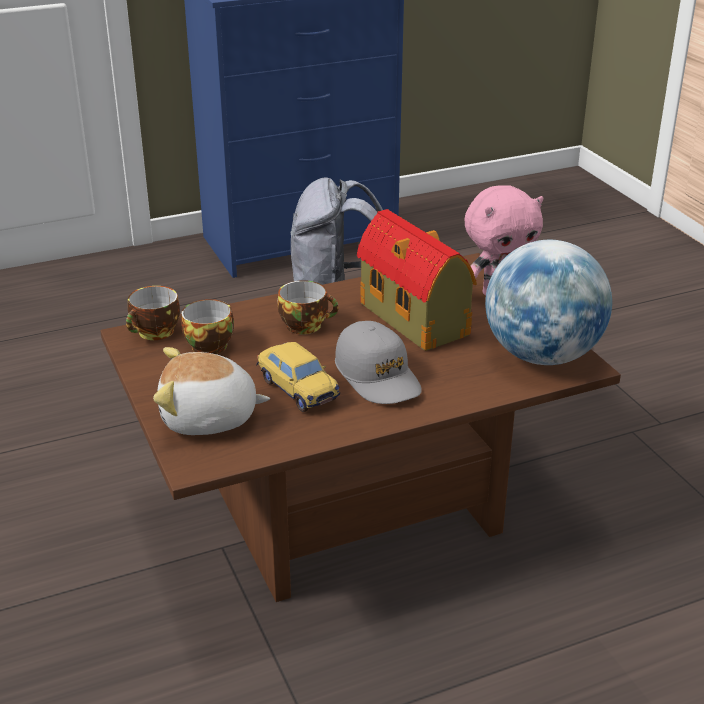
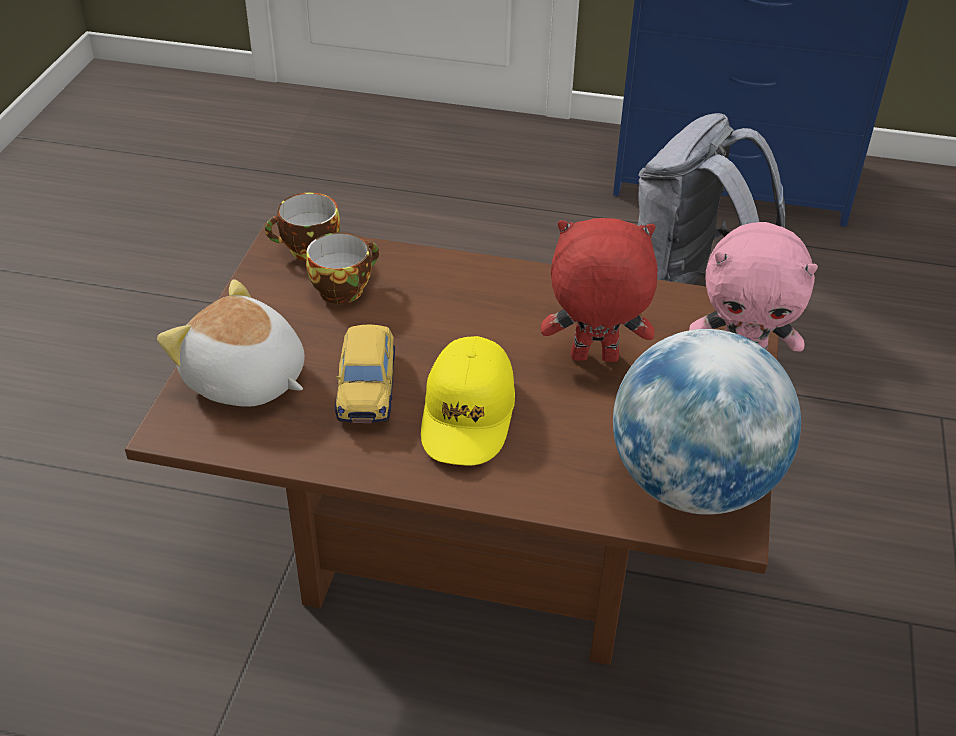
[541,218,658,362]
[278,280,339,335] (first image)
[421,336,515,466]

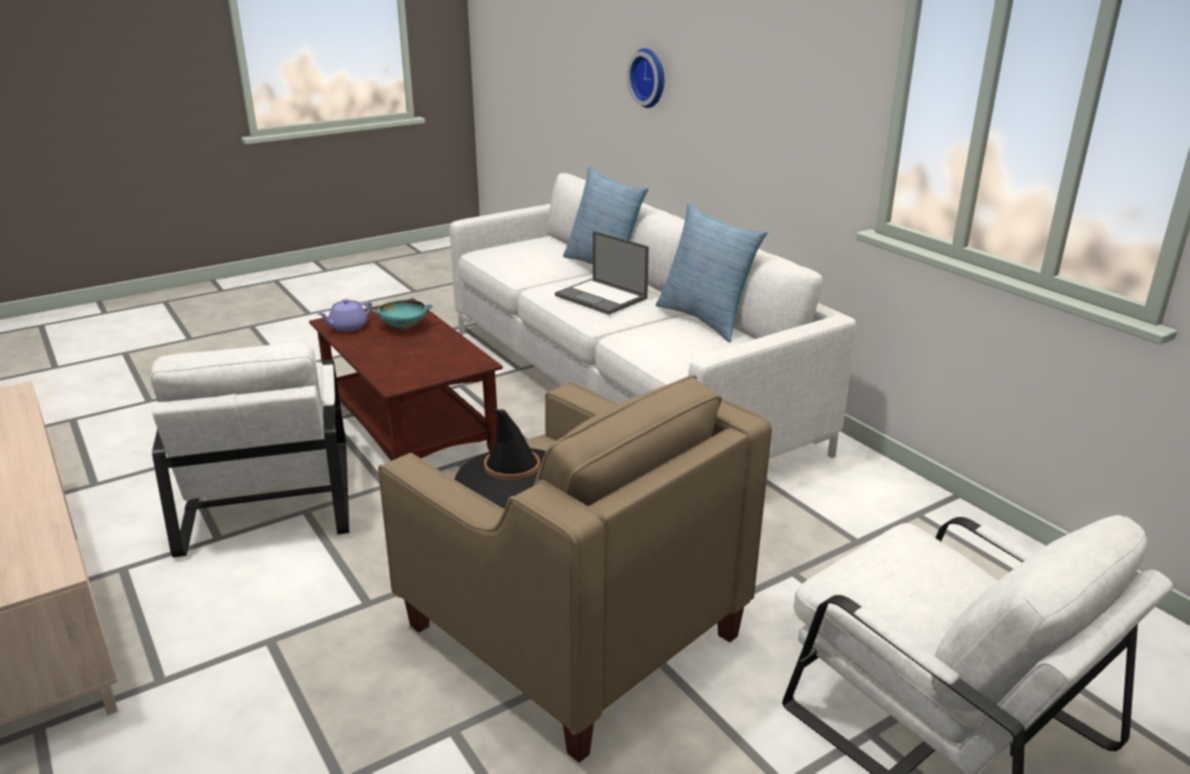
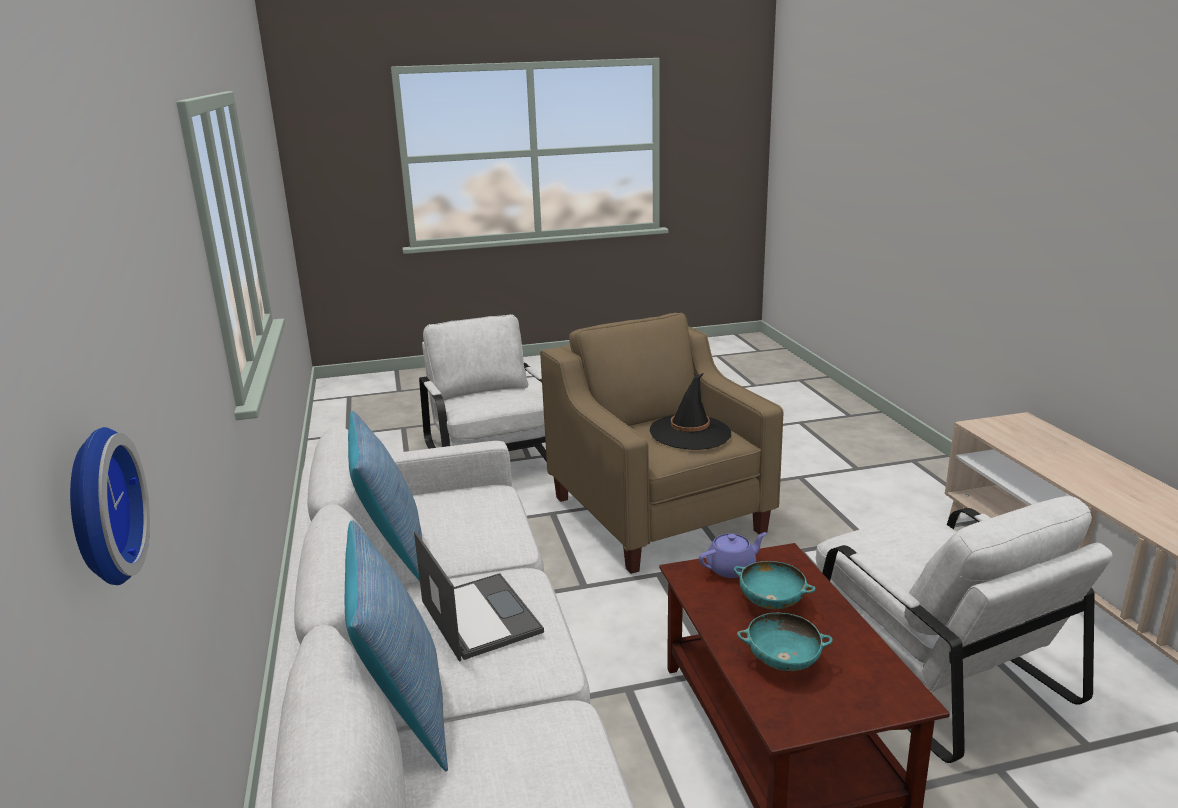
[699,532,767,578]
[816,496,1113,763]
[733,561,816,609]

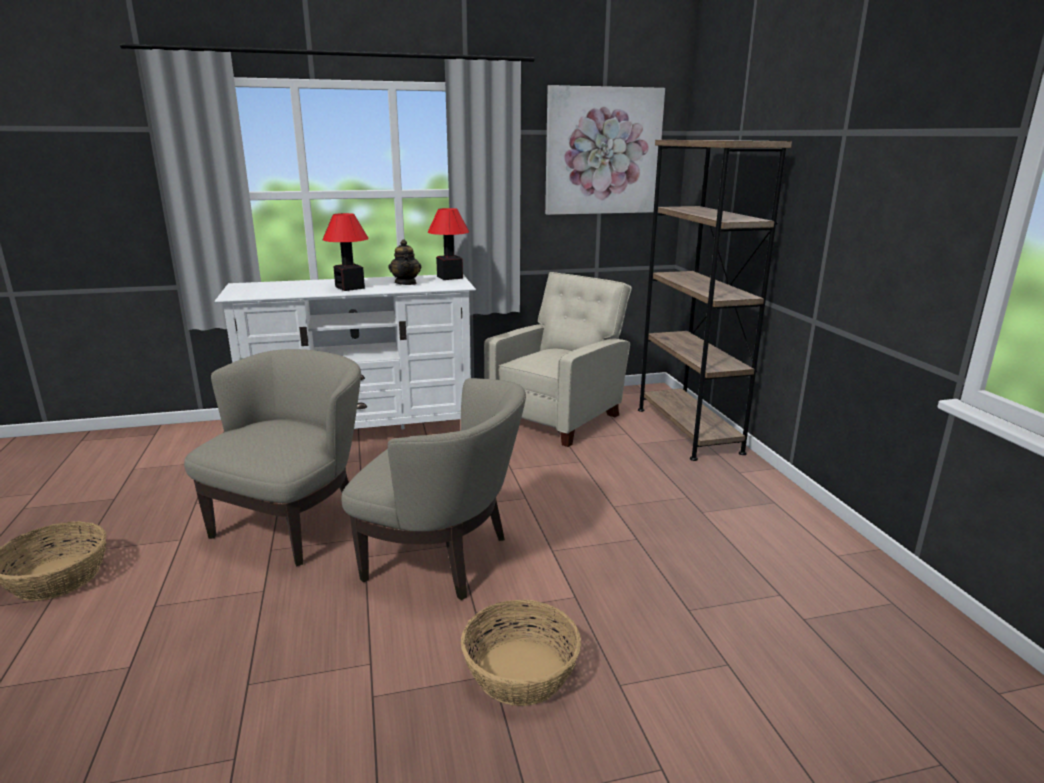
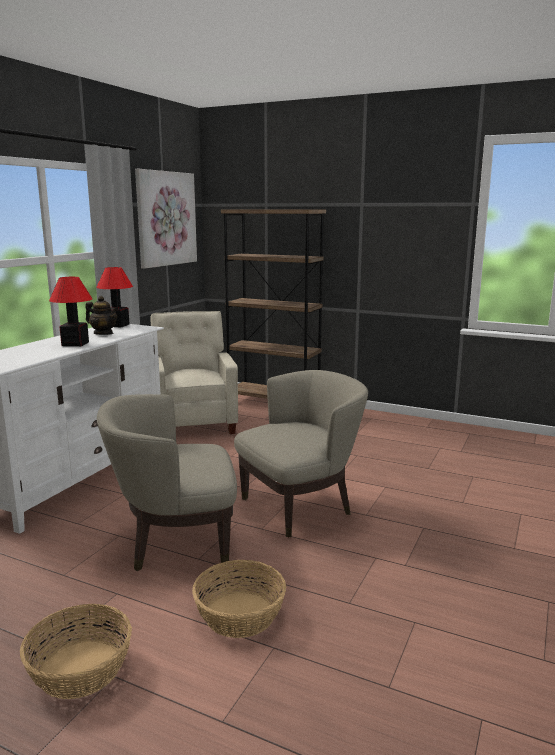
[97,394,237,571]
[192,560,286,638]

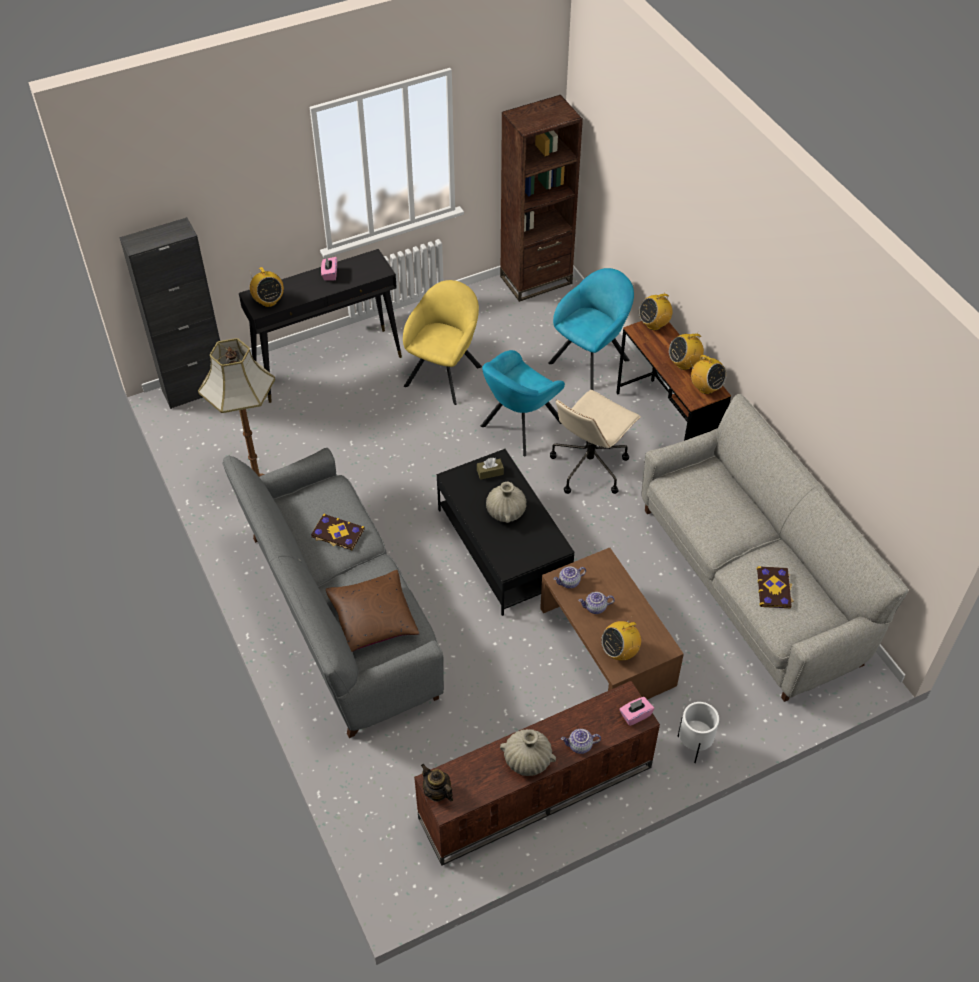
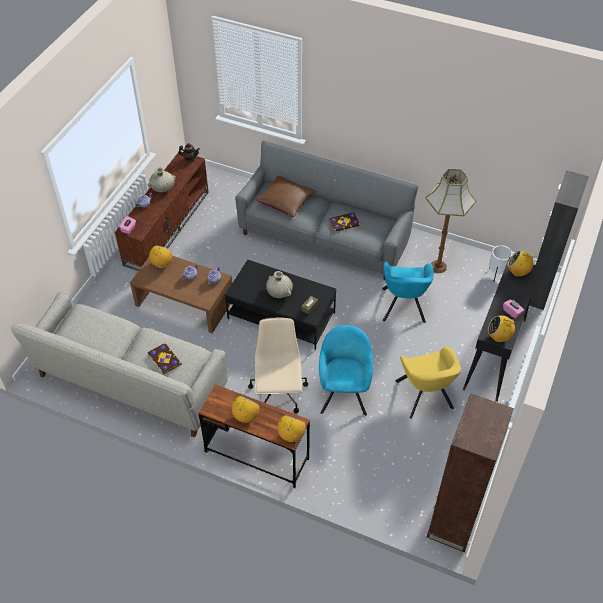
[382,262,434,323]
[488,315,515,342]
[148,343,182,374]
[489,245,513,282]

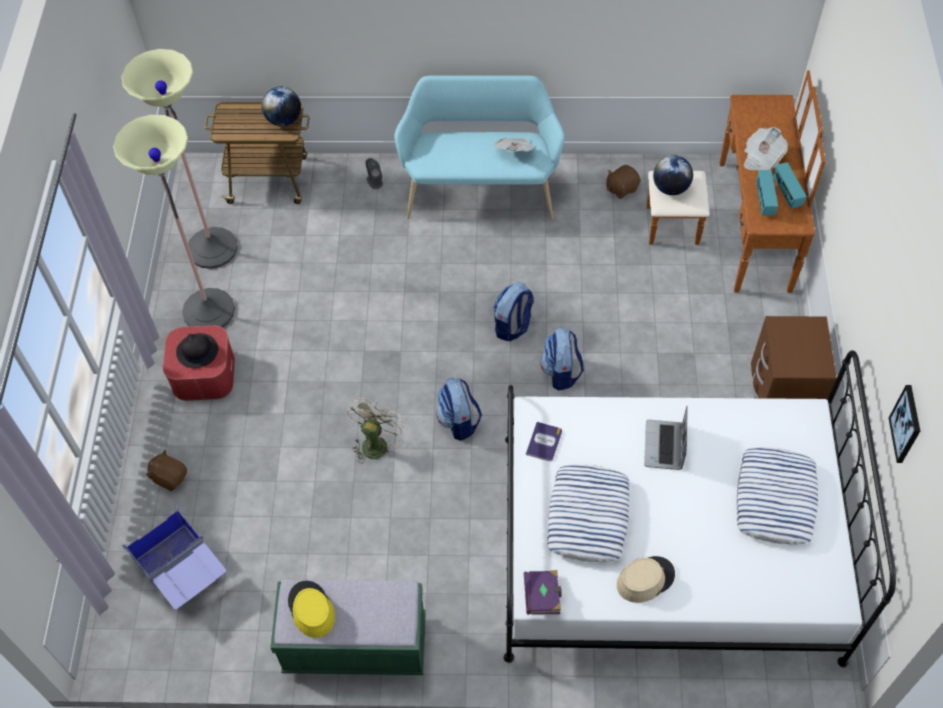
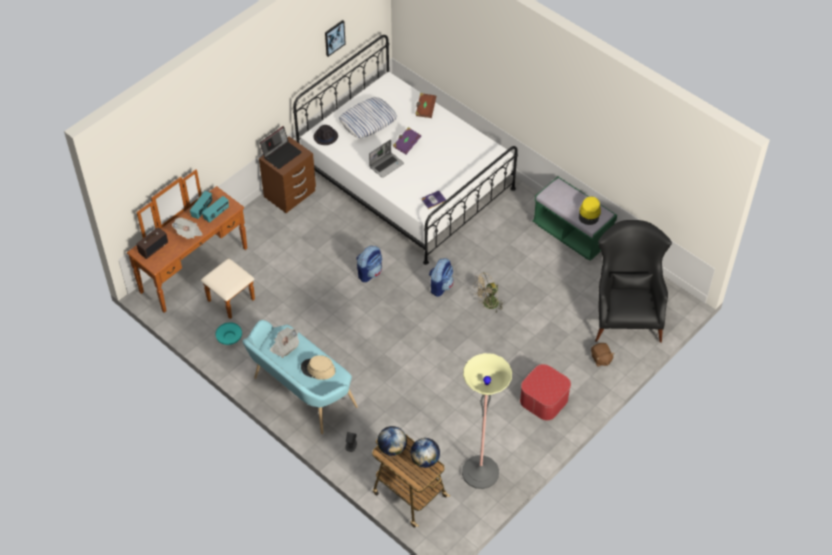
[113,115,235,328] (first image)
[410,438,440,468]
[216,322,242,345]
[493,282,534,341] (first image)
[313,125,338,145]
[547,464,629,562] (first image)
[595,220,672,343]
[301,355,335,380]
[393,127,421,154]
[415,93,436,118]
[260,126,302,169]
[136,227,168,259]

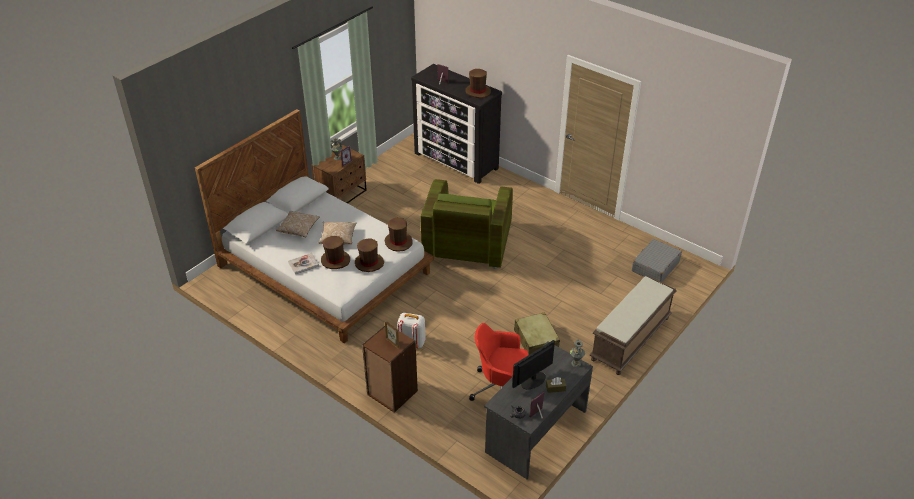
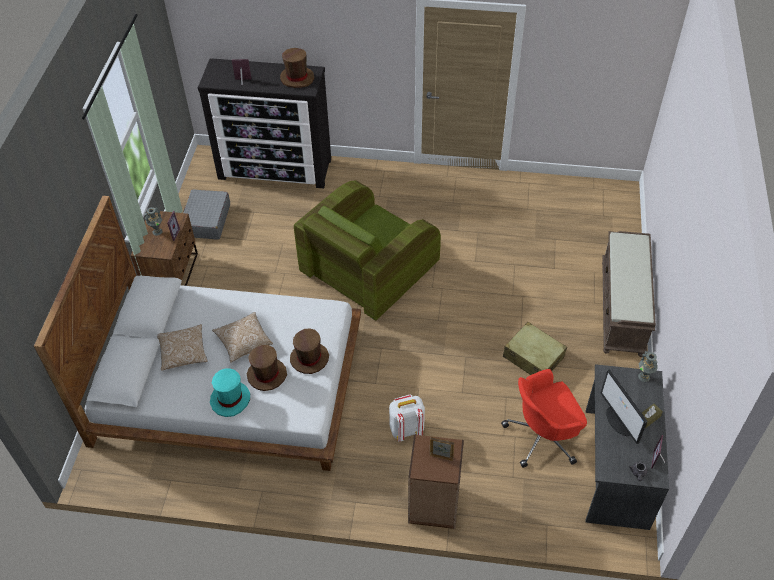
[294,180,441,321]
[385,218,413,252] (first image)
[183,189,230,240]
[210,368,250,417]
[601,369,647,444]

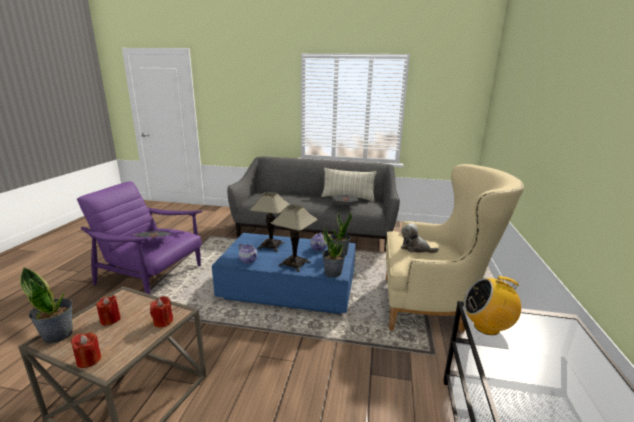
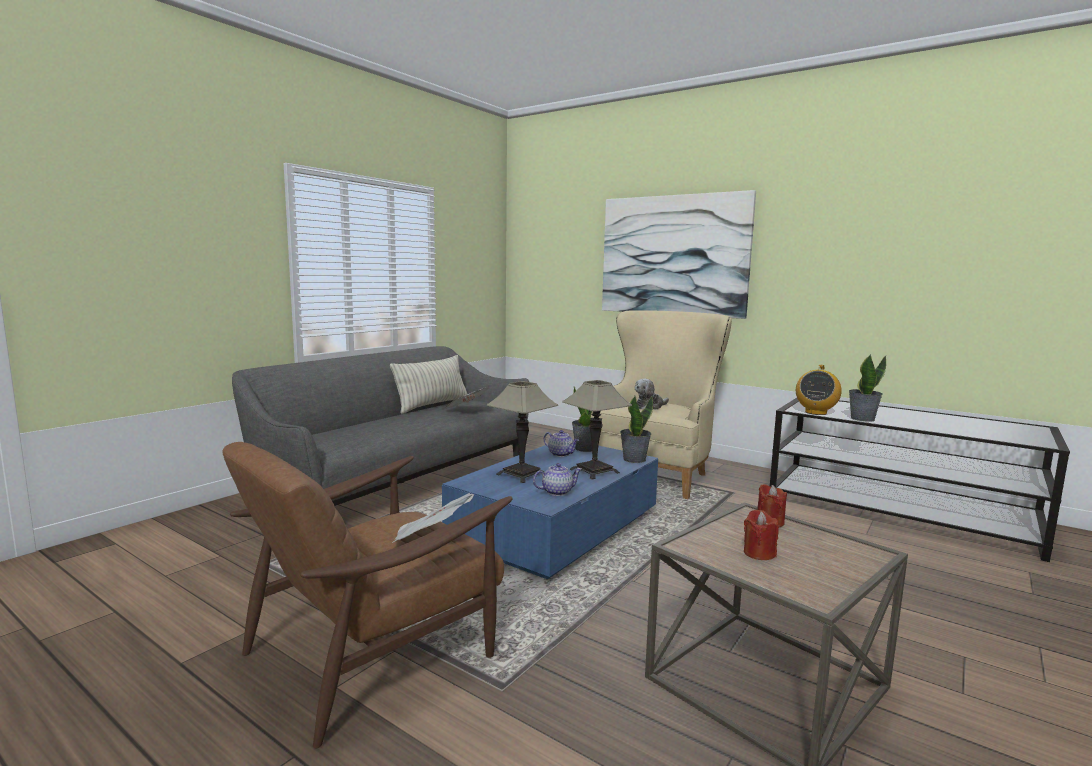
[222,442,513,748]
[849,354,886,422]
[71,332,101,368] (first image)
[602,190,756,319]

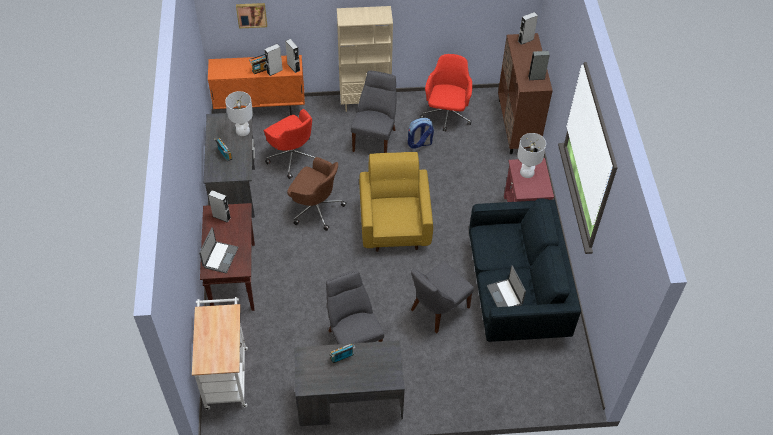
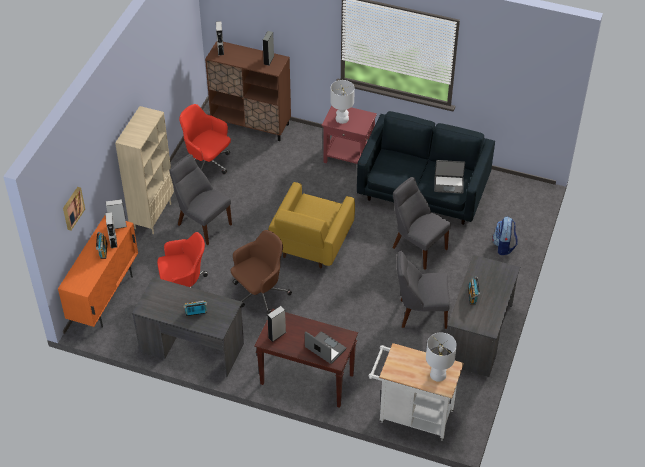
[426,333,457,382]
[492,217,518,255]
[269,182,355,268]
[392,177,451,270]

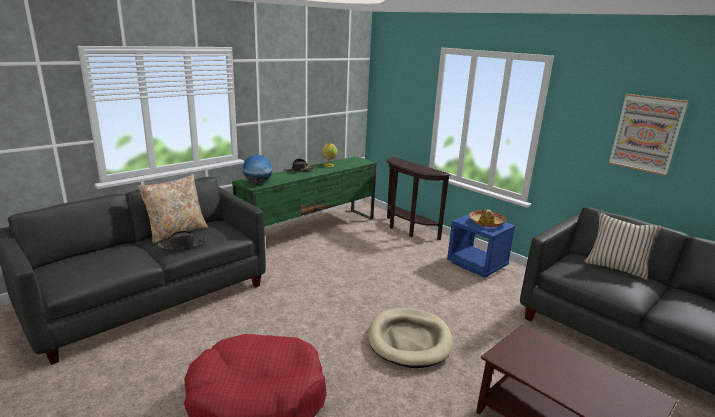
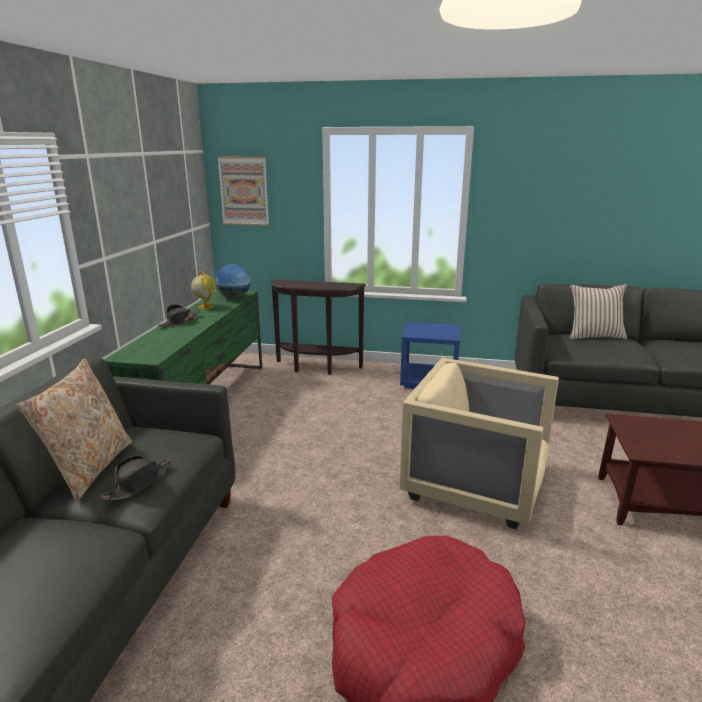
[217,157,269,226]
[215,264,251,299]
[469,210,506,227] (first image)
[399,358,559,529]

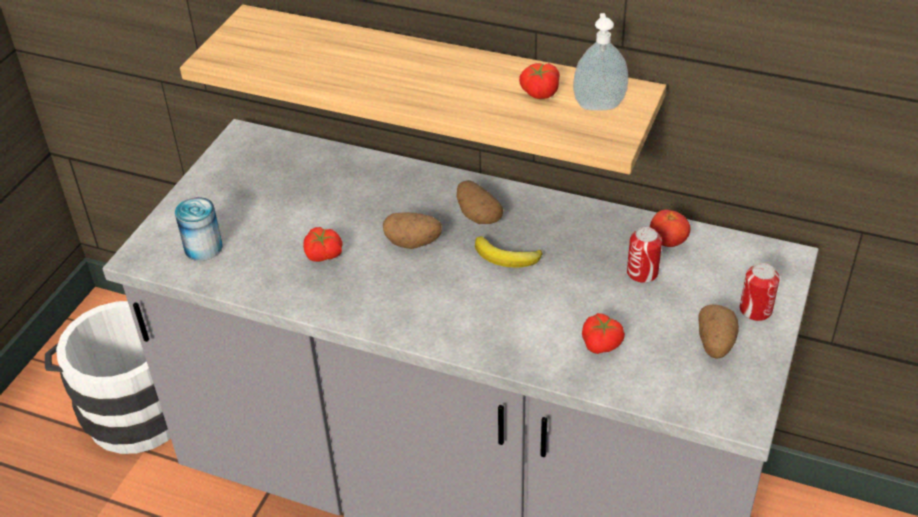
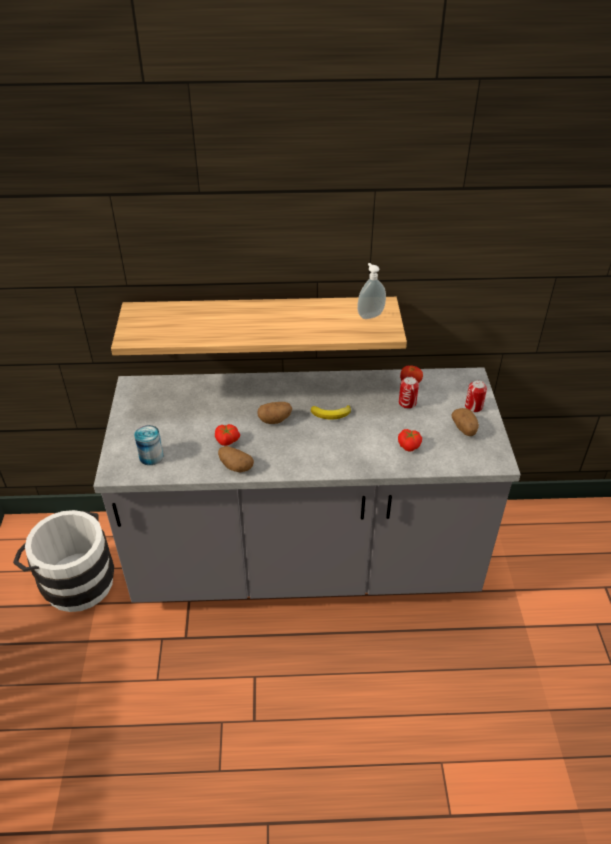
[519,63,560,99] (first image)
[218,446,254,473]

